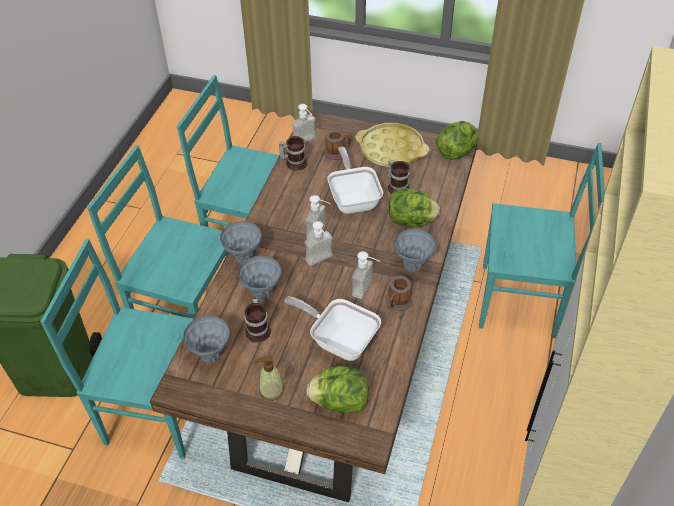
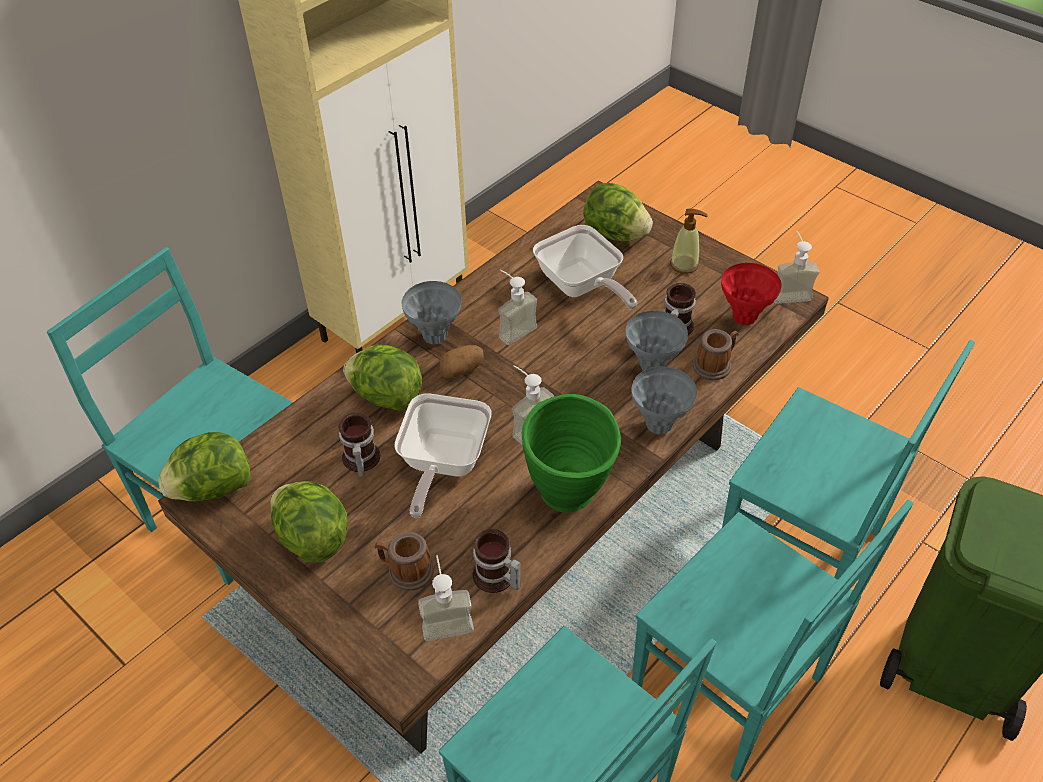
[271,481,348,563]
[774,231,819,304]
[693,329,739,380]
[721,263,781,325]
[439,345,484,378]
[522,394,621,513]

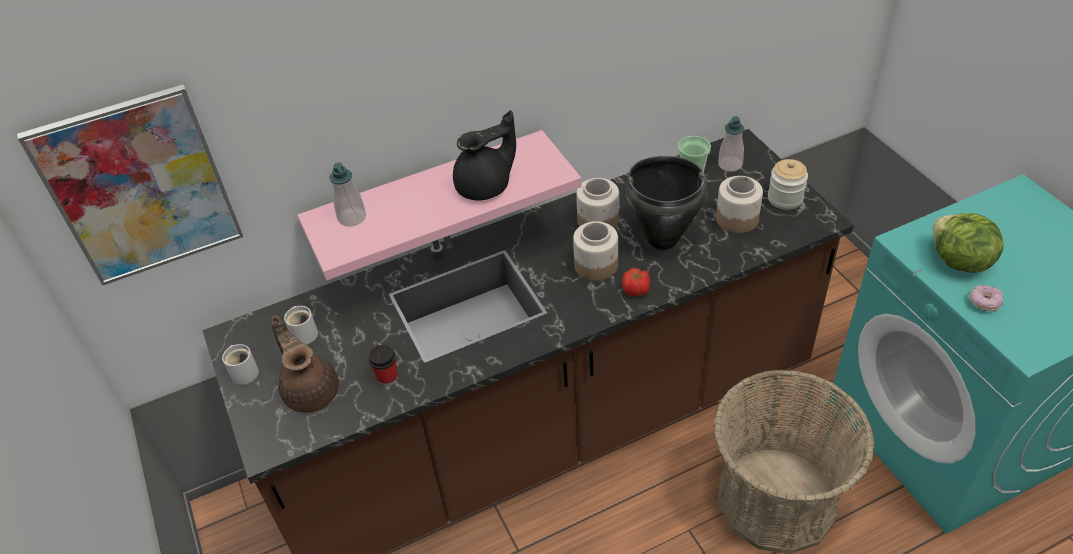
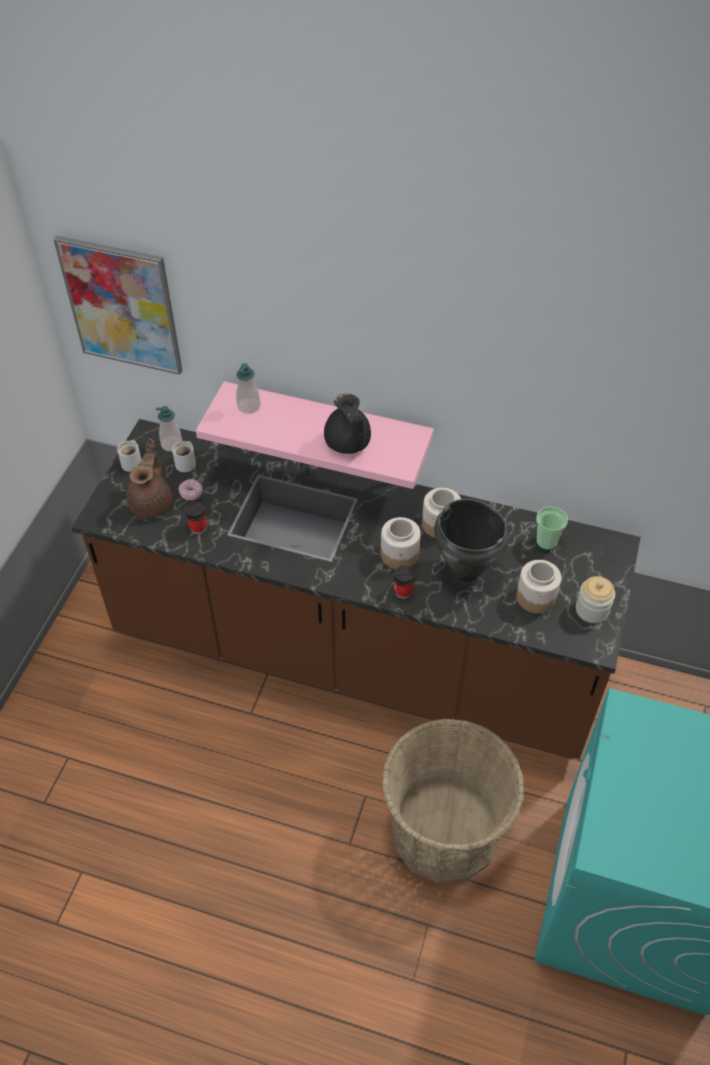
[324,394,371,454]
[156,406,182,452]
[933,213,1004,273] (first image)
[393,565,416,599]
[178,479,203,500]

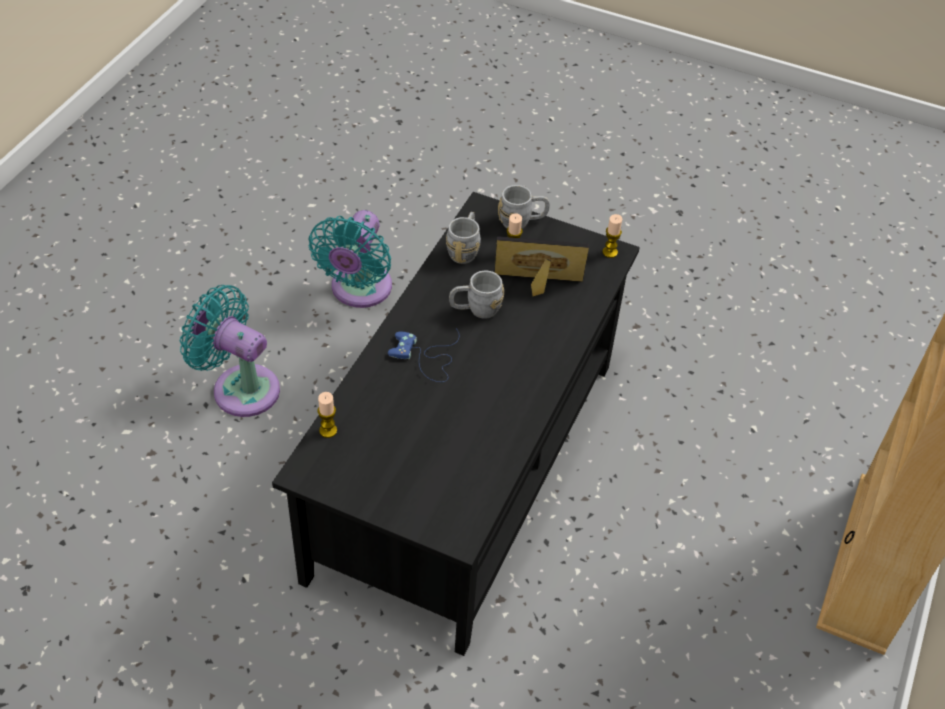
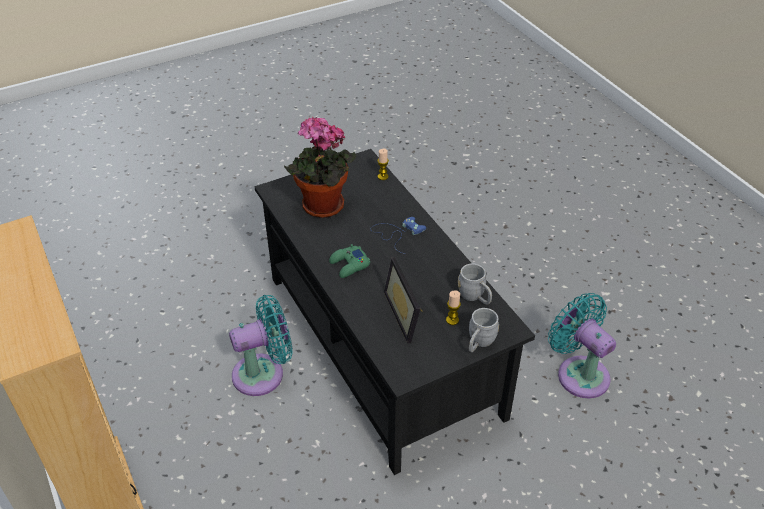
[602,214,622,258] (first image)
[384,257,423,343]
[449,270,504,319] (first image)
[229,295,293,396]
[284,117,356,218]
[329,244,370,278]

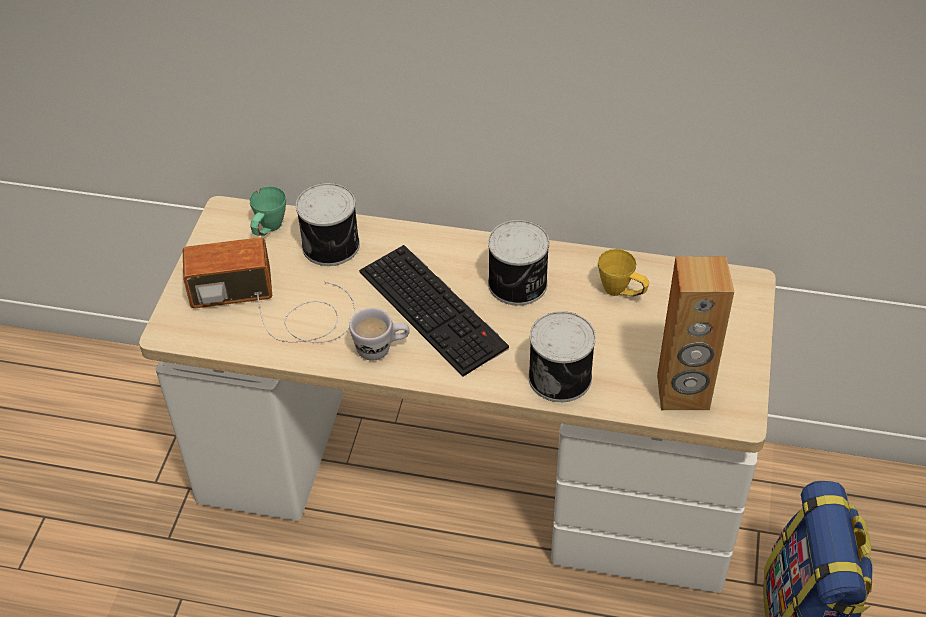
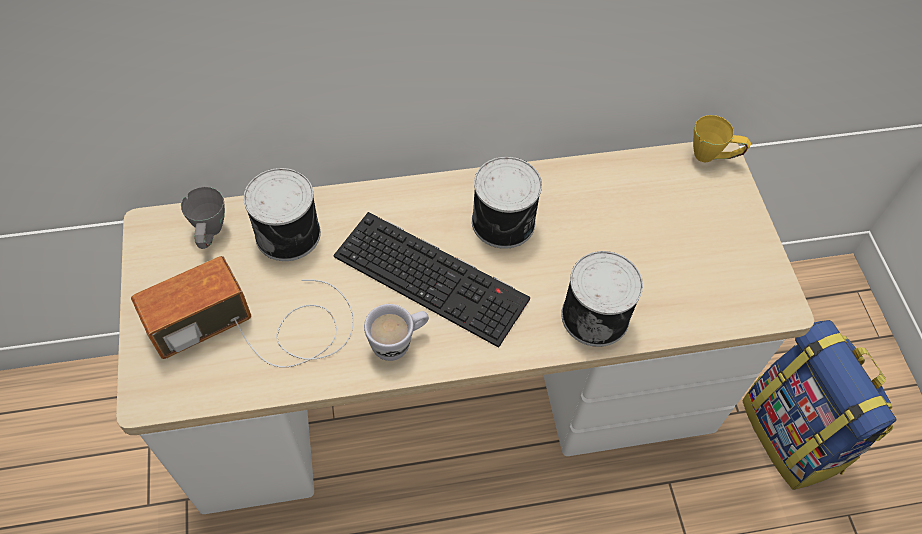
[181,187,225,249]
[693,115,751,162]
[657,256,734,410] (first image)

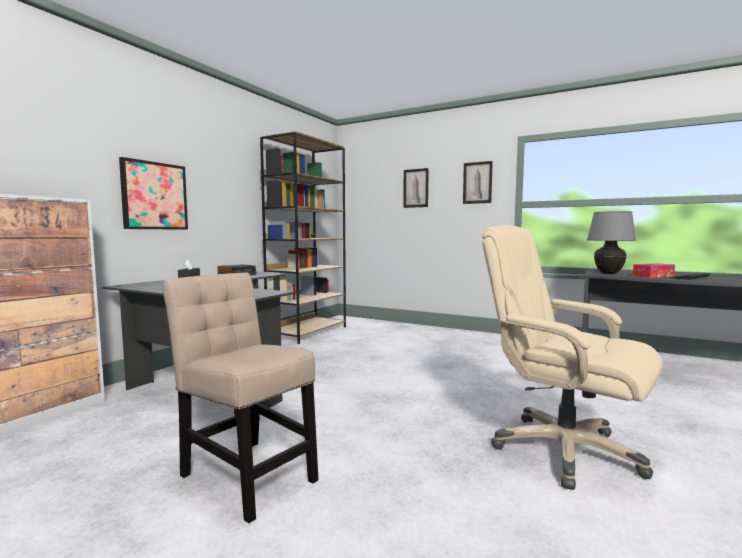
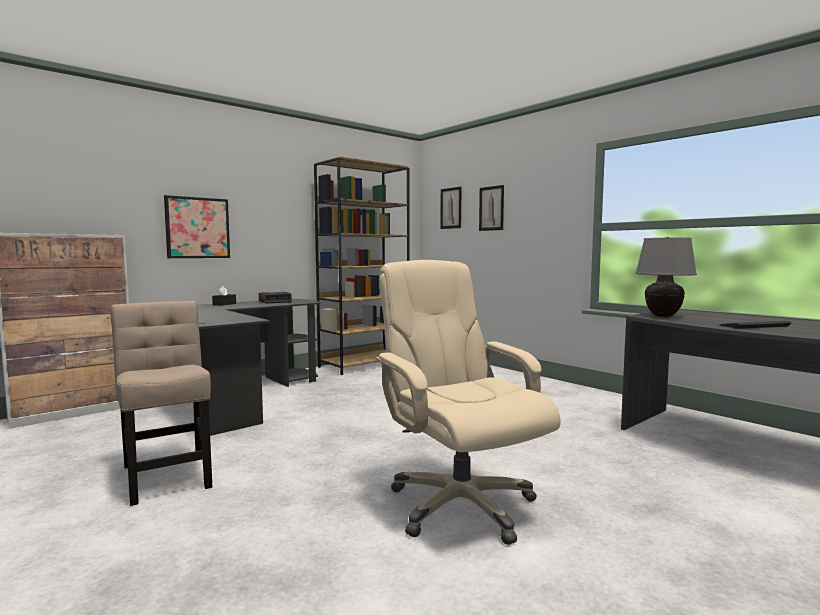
[440,187,462,229]
[633,263,675,278] (first image)

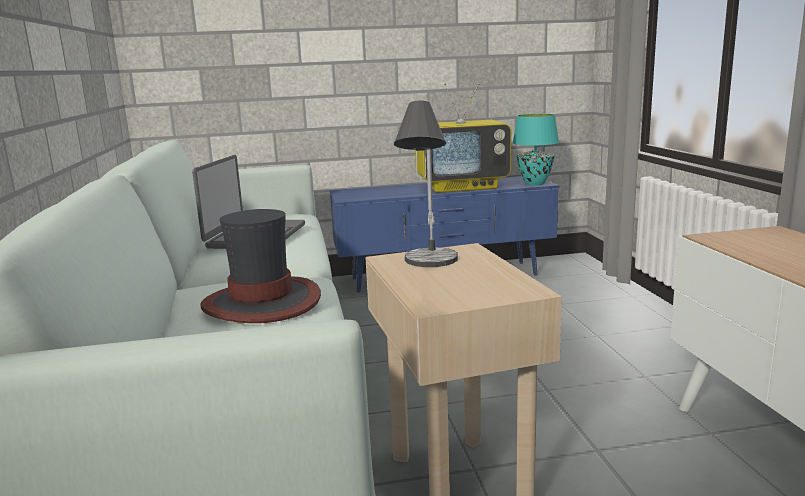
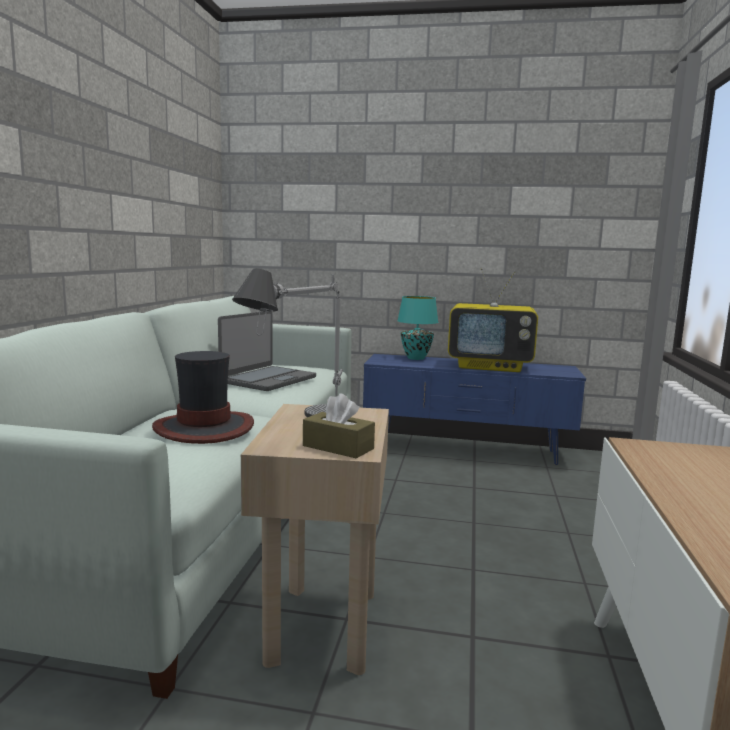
[397,296,439,360]
[303,393,375,459]

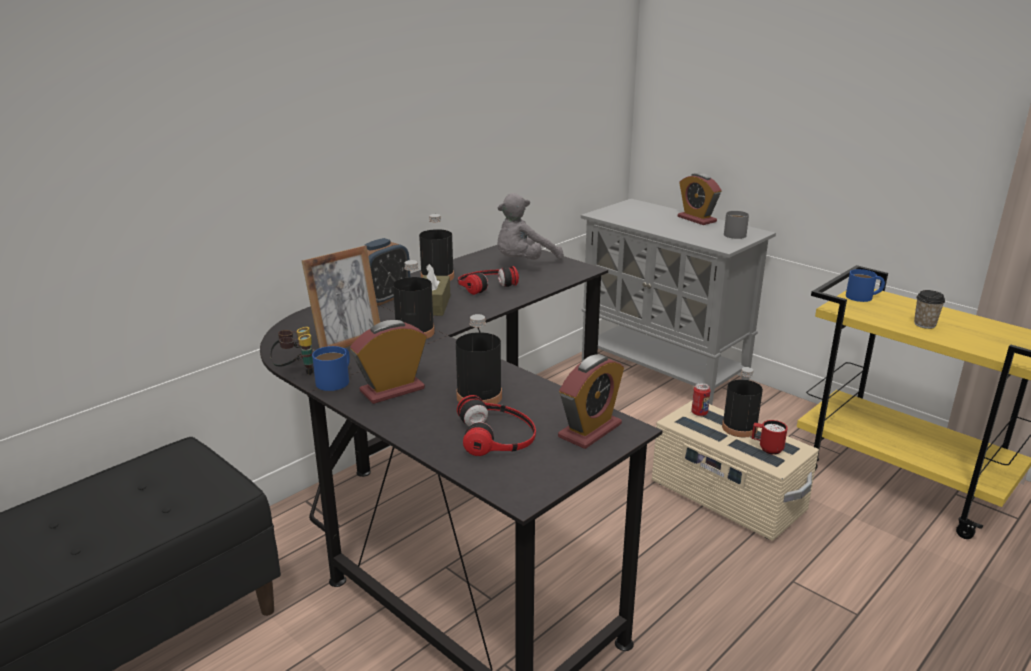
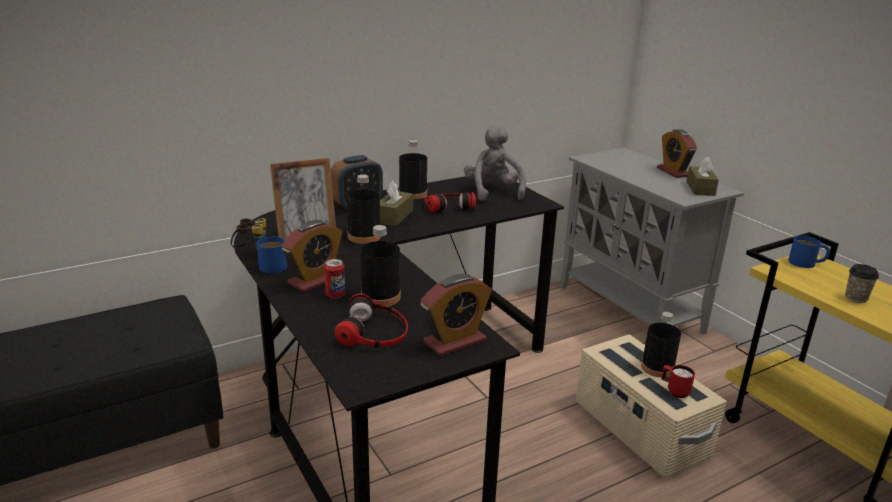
[464,125,526,201]
[686,157,719,196]
[281,220,342,292]
[324,259,345,298]

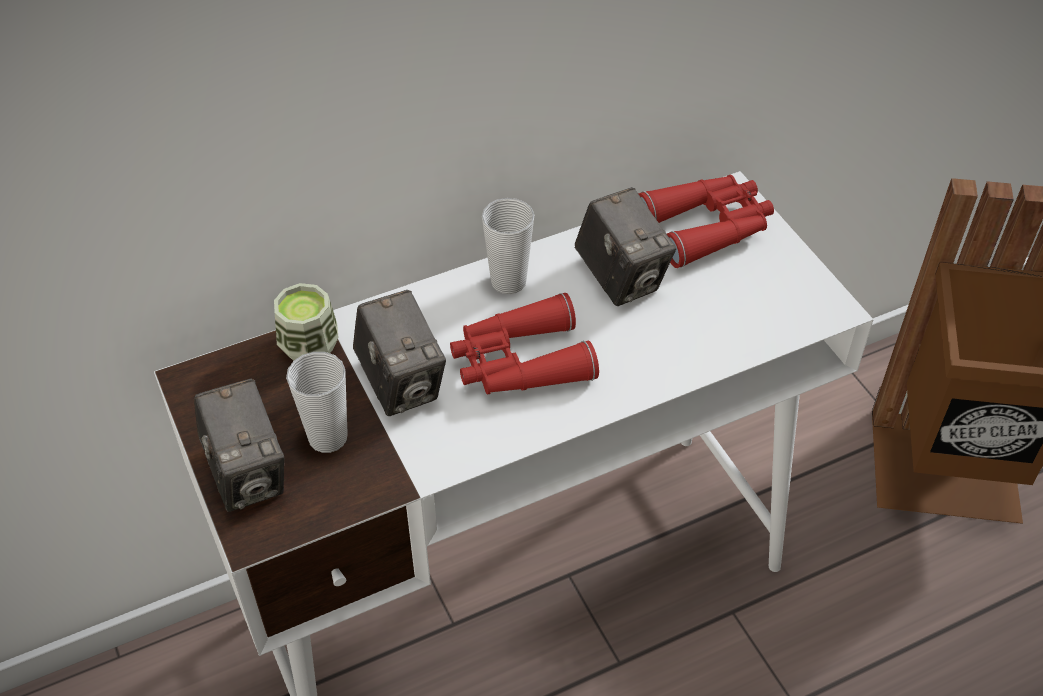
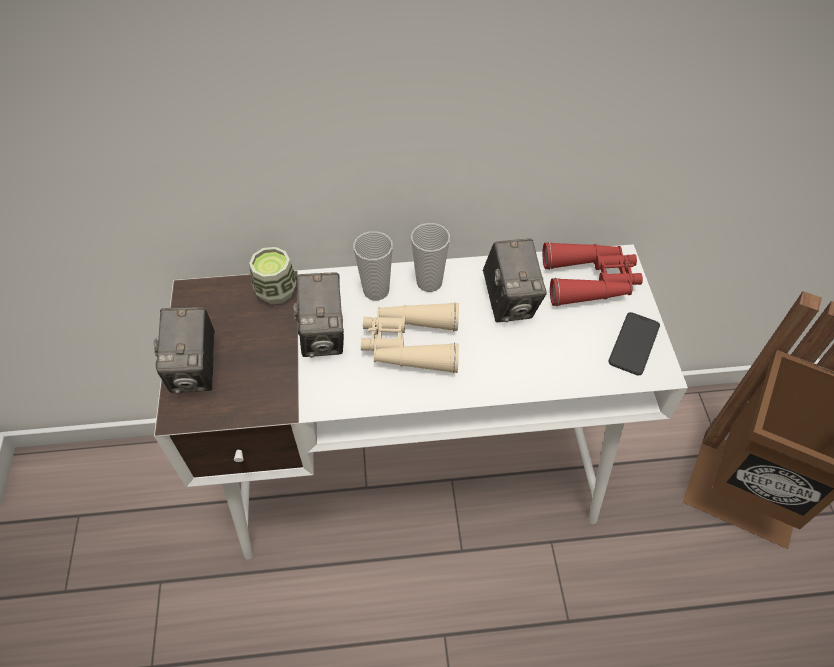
[361,302,459,373]
[353,231,393,301]
[608,312,660,376]

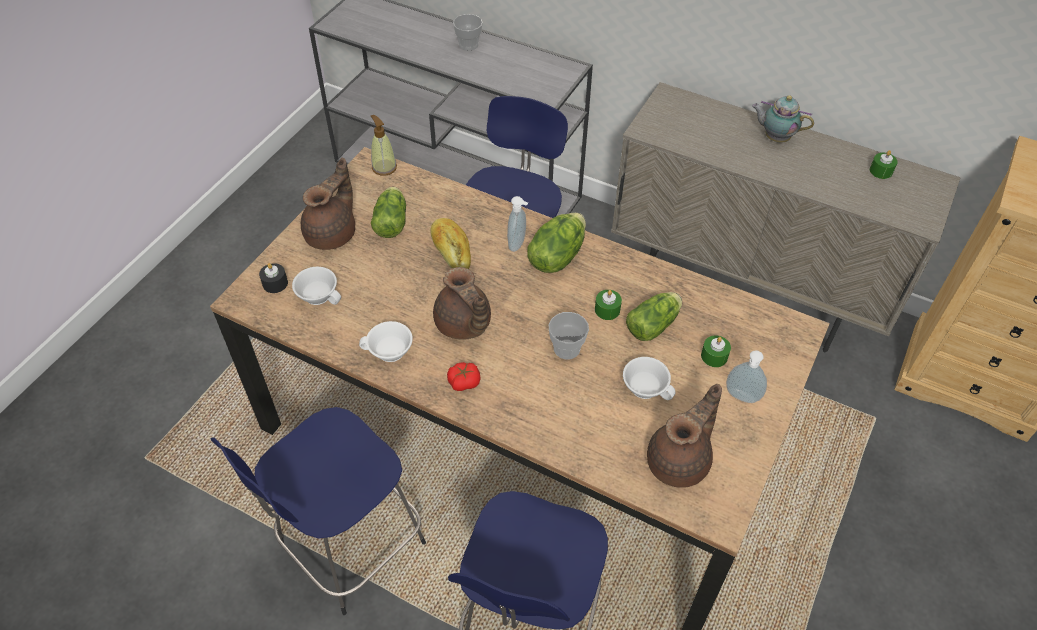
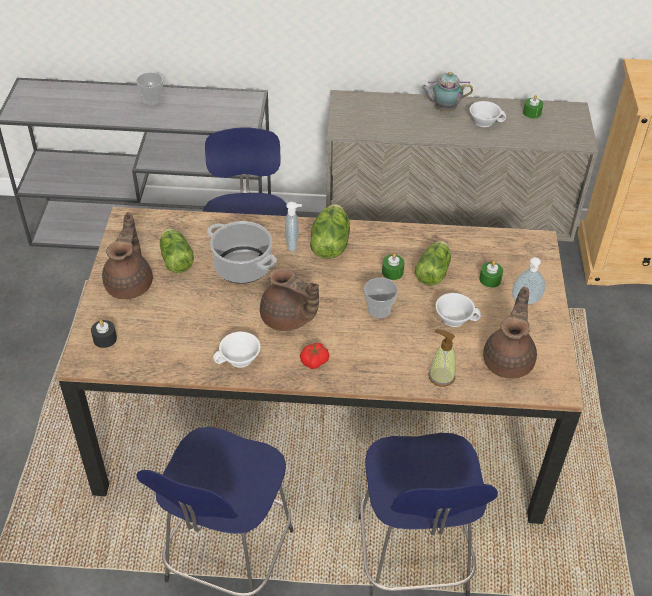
[428,329,456,387]
[207,221,277,284]
[469,101,506,127]

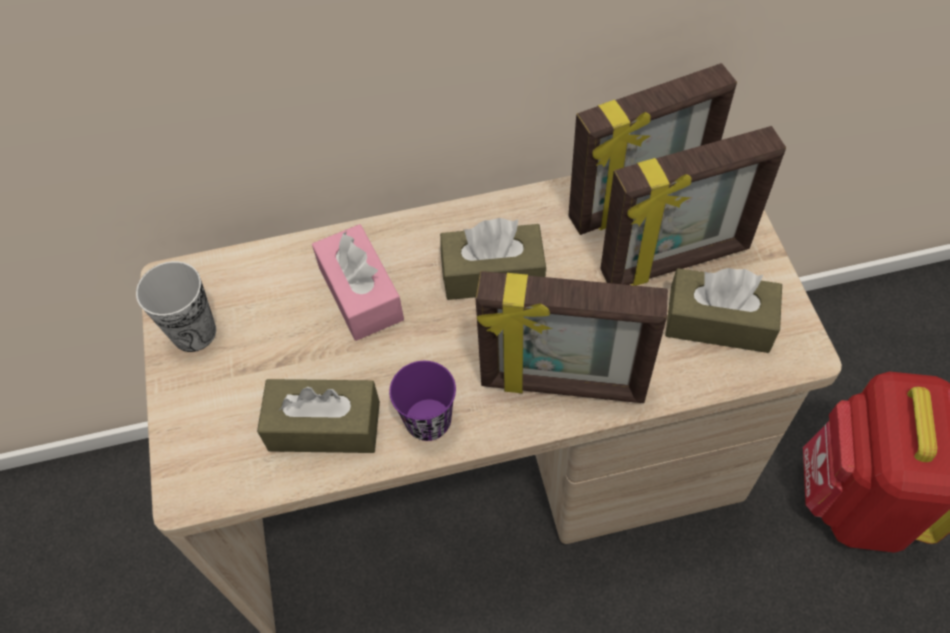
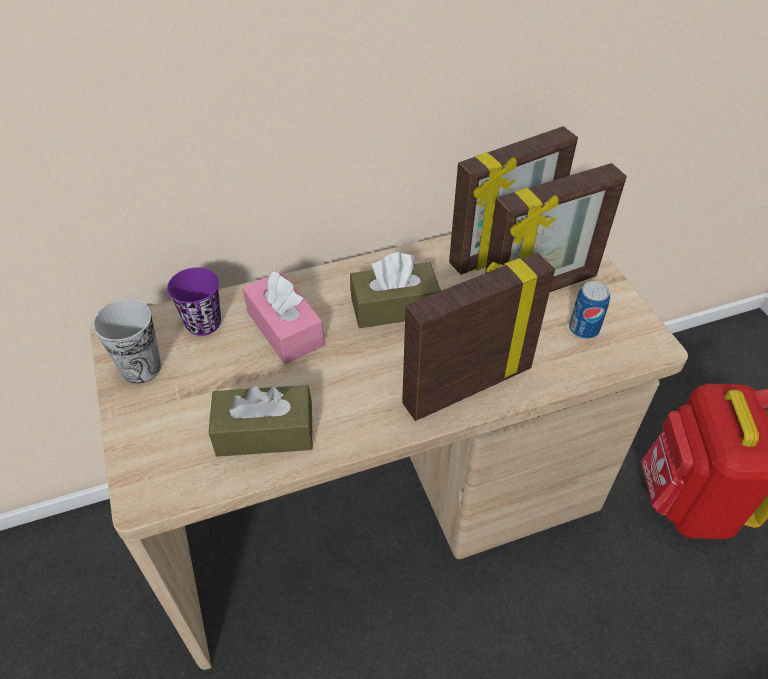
[569,281,610,339]
[402,253,555,421]
[167,267,221,336]

